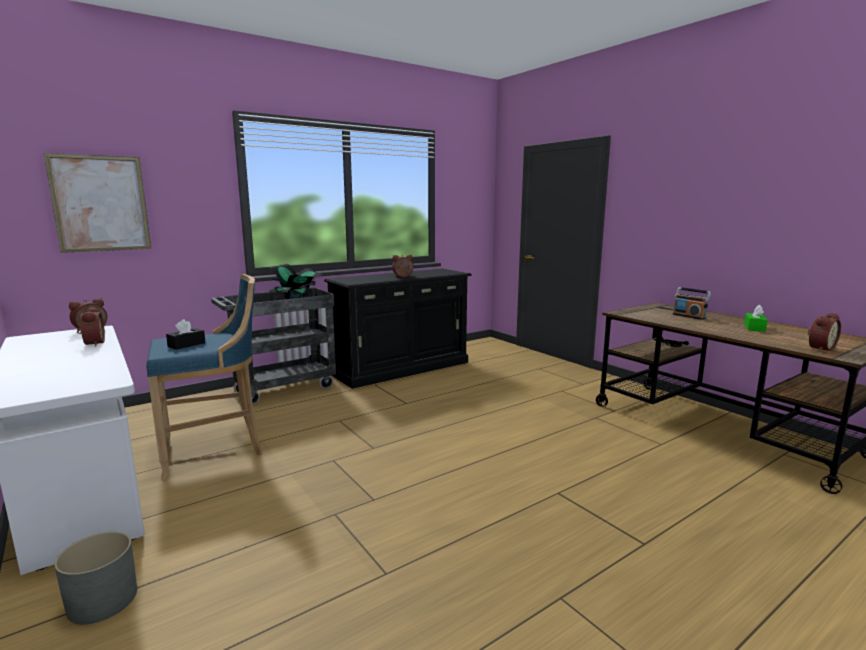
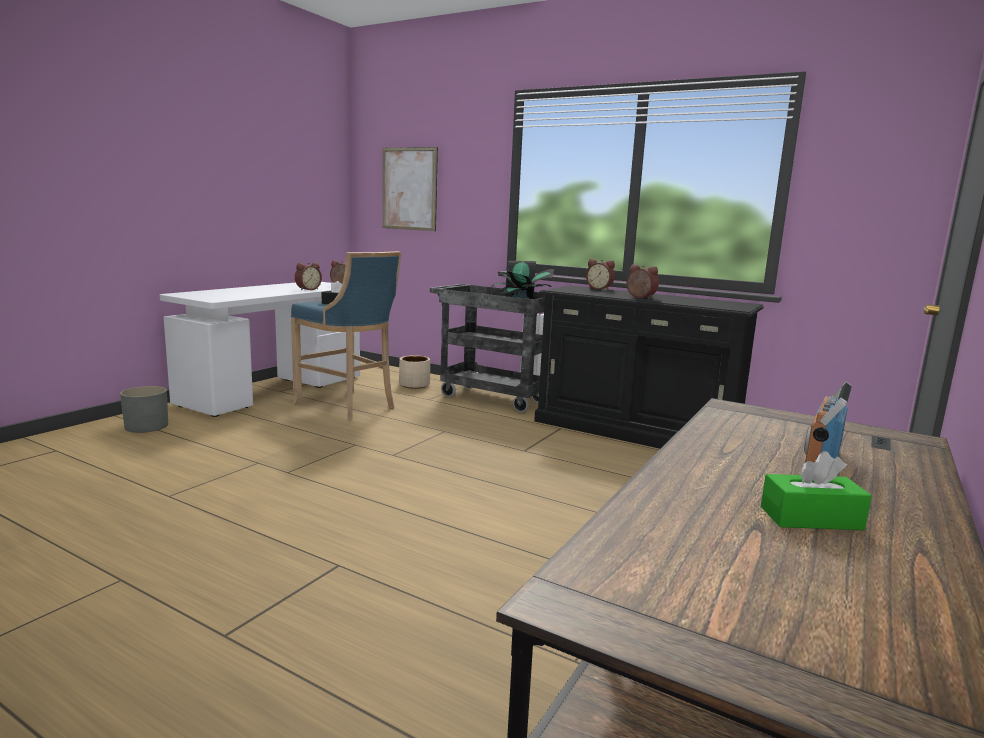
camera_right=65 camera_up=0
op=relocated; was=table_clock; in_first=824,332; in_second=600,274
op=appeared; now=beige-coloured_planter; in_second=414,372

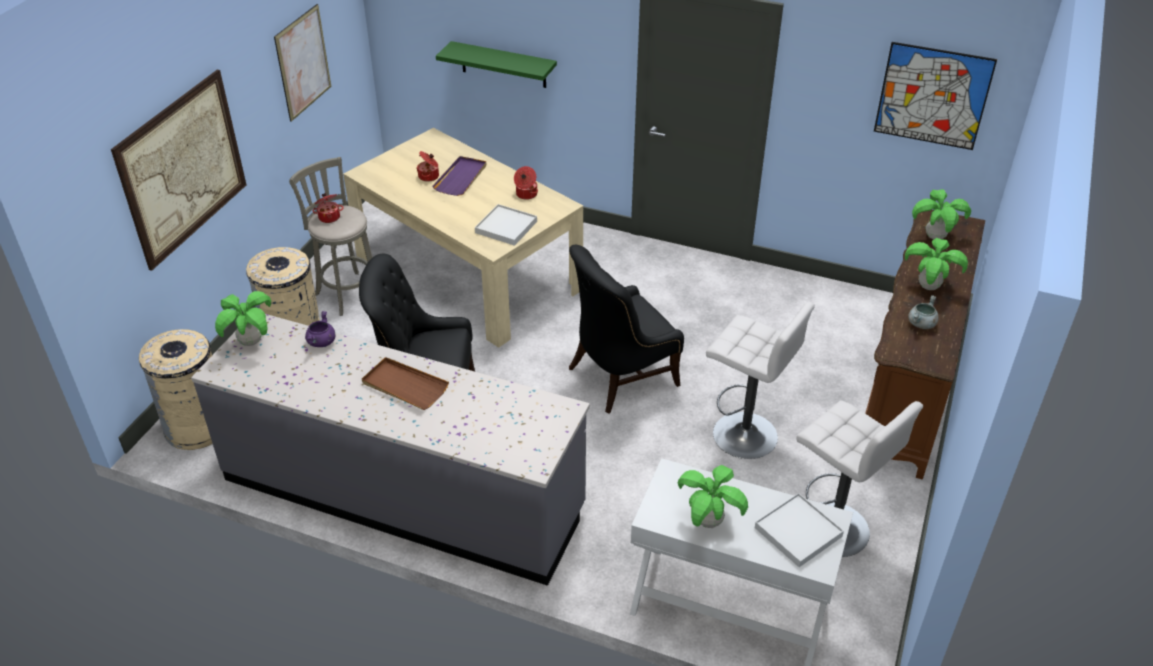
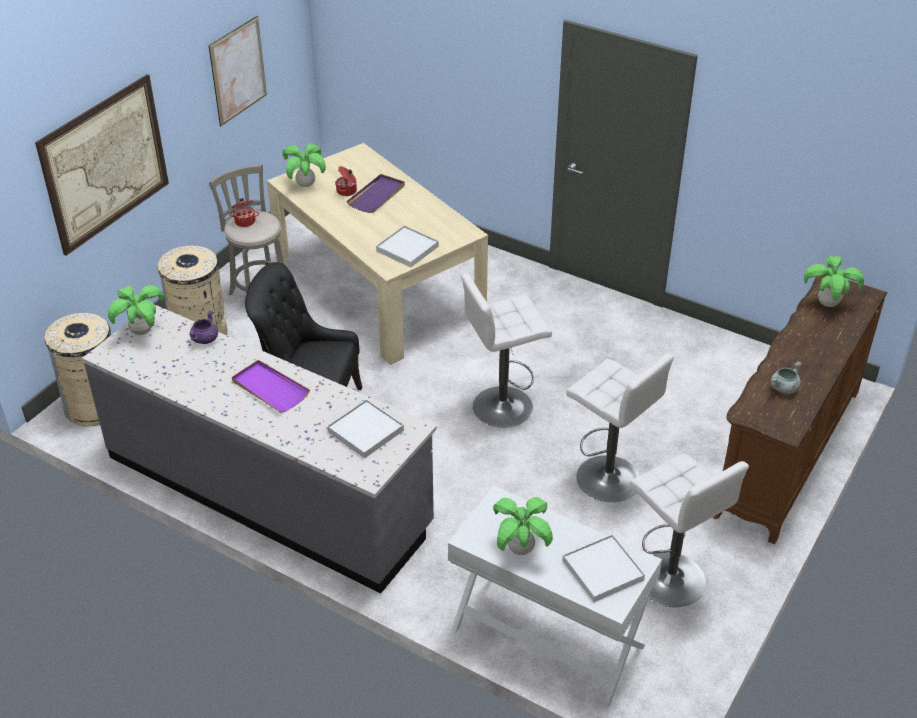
camera_right=10 camera_up=0
op=missing; was=green-coloured_bracket_shelf; in_first=496,64
op=missing; was=picture; in_first=935,96
op=missing; was=cooking_pot; in_first=526,183
op=relocated; was=potted_plant; in_first=936,264; in_second=304,165
op=exchanged; was=black_upright_chair; now=white_stool; in_first=626,329; in_second=506,350
op=colour; was=brown_serving_tray; now=purplish_serving_tray; in_first=405,383; in_second=271,386
op=appeared; now=white_serving_tray; in_second=365,428

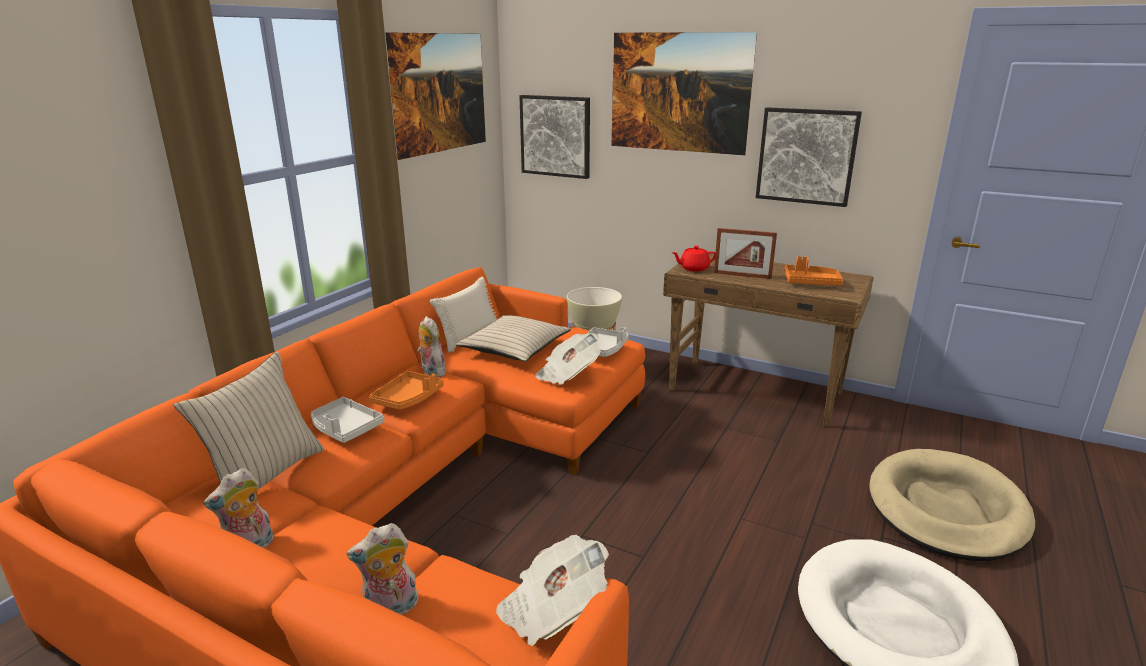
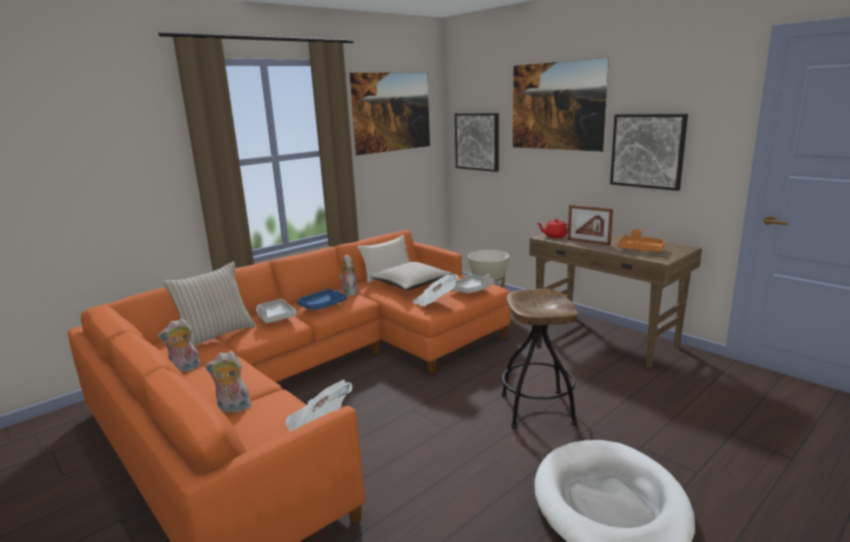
camera_right=20 camera_up=-5
op=colour; was=orangey_serving_tray; now=blue-coloured_serving_tray; in_first=406,390; in_second=322,299
op=missing; was=beige-coloured_pet_bed; in_first=952,505
op=appeared; now=brown_stool; in_second=540,359

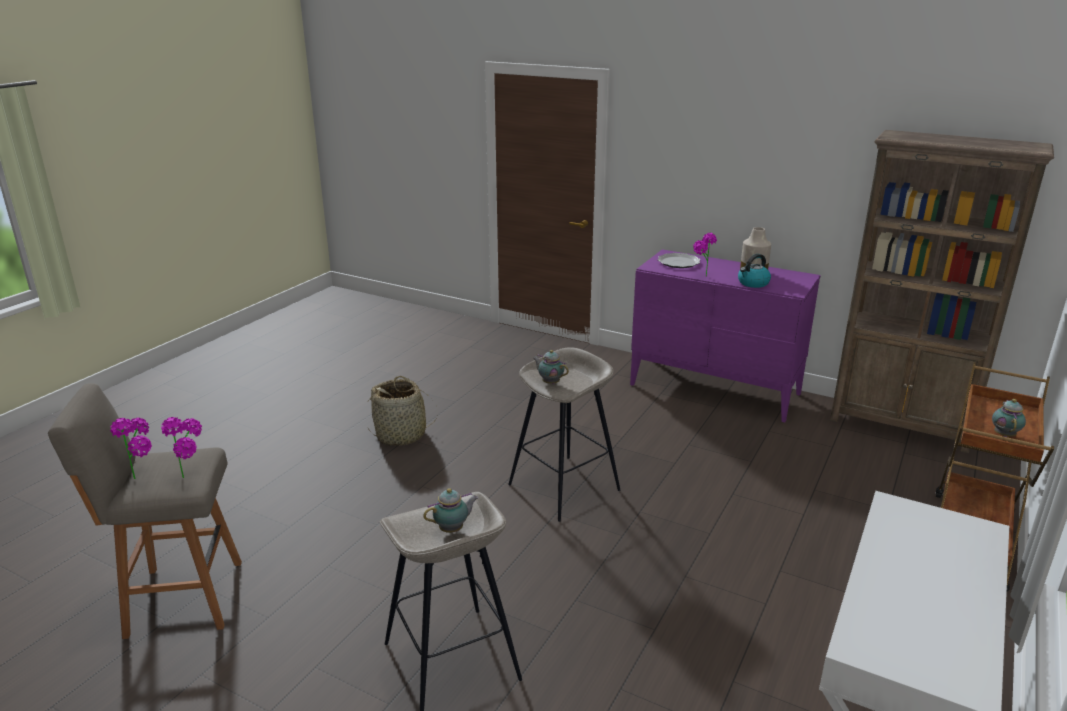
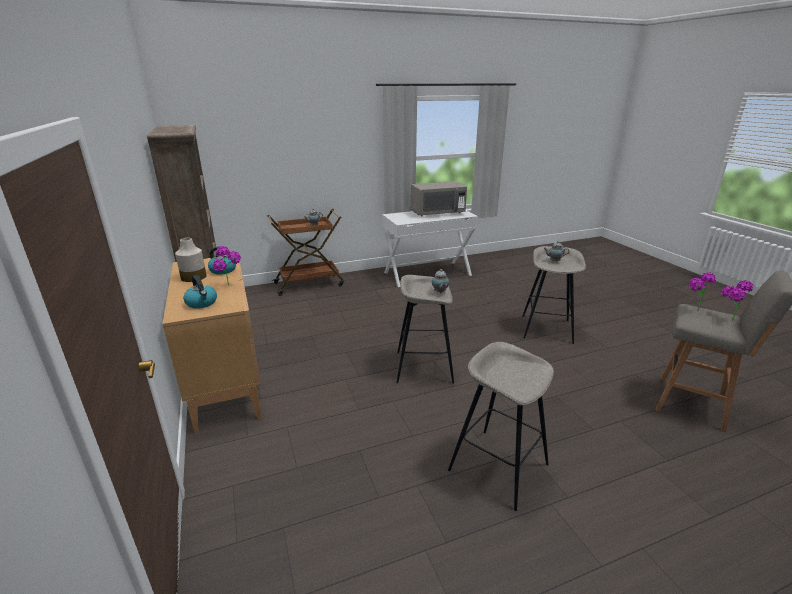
camera_right=-140 camera_up=0
op=colour; was=purplish_storage_cabinet; now=brown_storage_cabinet; in_first=725,335; in_second=212,346
op=exchanged; was=dinner_plate; now=tea_kettle; in_first=679,260; in_second=200,292
op=exchanged; was=basket; now=gray_stool; in_first=403,411; in_second=501,426
op=appeared; now=gray_microwave; in_second=439,198

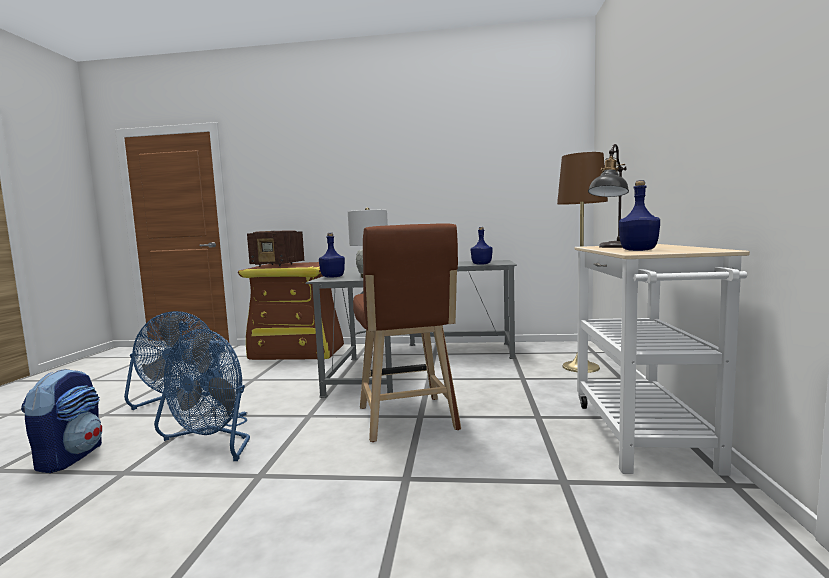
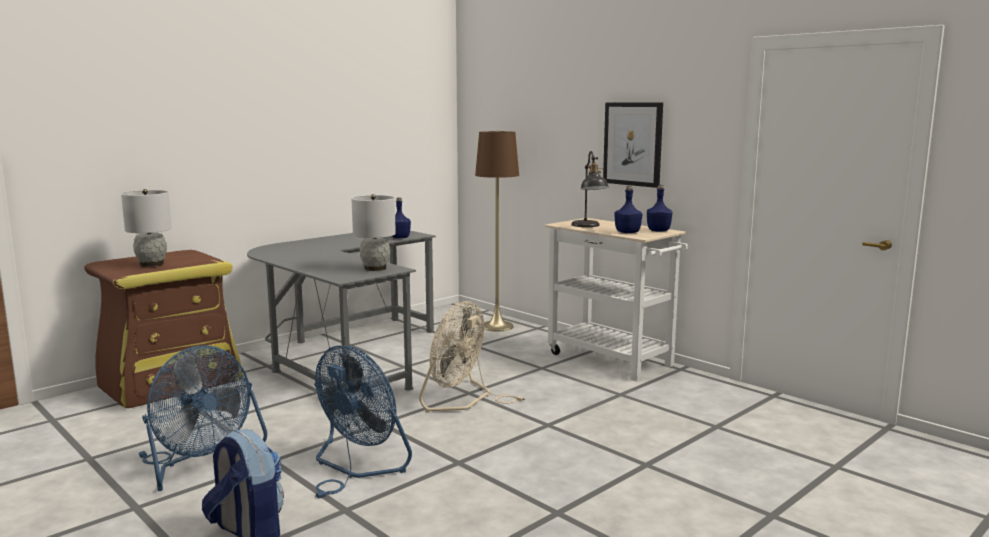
camera_right=-50 camera_up=5
op=exchanged; was=brown_stool; now=beige-coloured_cooling_fan; in_first=407,332; in_second=471,357
op=exchanged; was=radio; now=white_lamp_for_a_table; in_first=275,248; in_second=146,228
op=relocated; was=blue-coloured_drink_bottle; in_first=332,255; in_second=659,208
op=spun; was=blue-coloured_cooling_fan; in_first=202,395; in_second=363,422; clockwise=-120
op=appeared; now=picture; in_second=633,145

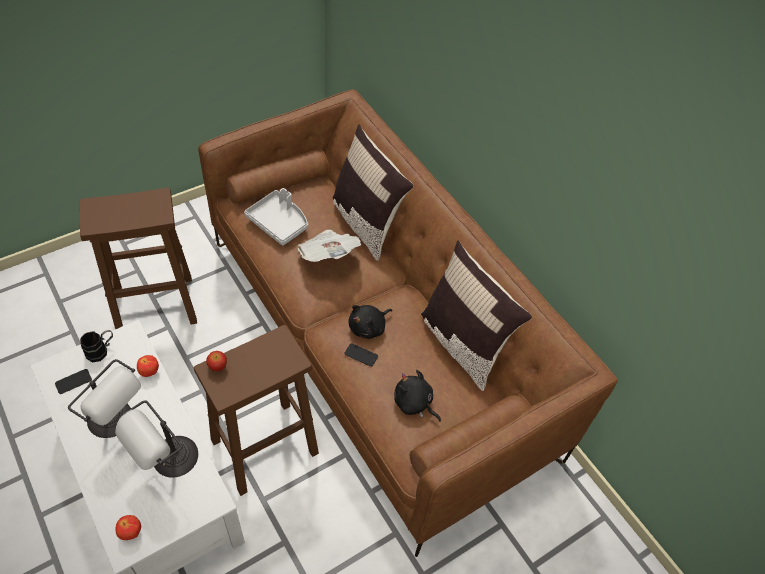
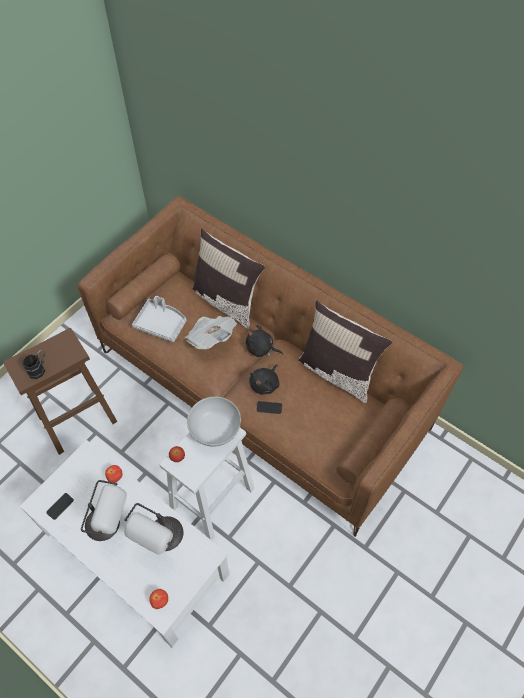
camera_right=-15 camera_up=5
op=colour; was=brown_stool; now=white_stool; in_first=256,410; in_second=207,484
op=relocated; was=black_coffee_mug; in_first=96,346; in_second=33,364
op=relocated; was=black_soft_toy; in_first=417,396; in_second=264,341
op=appeared; now=white_deep_dish; in_second=214,422

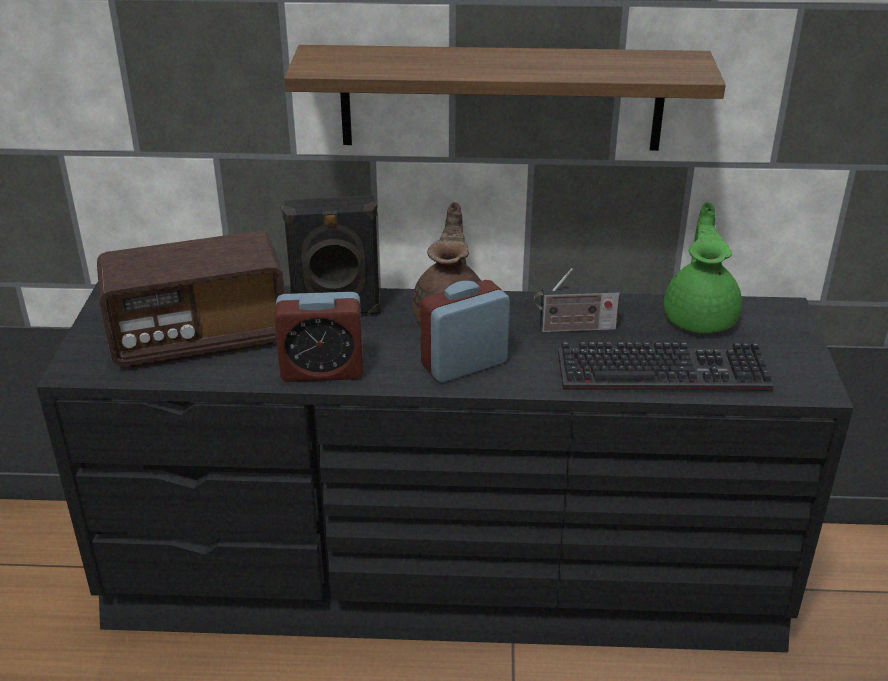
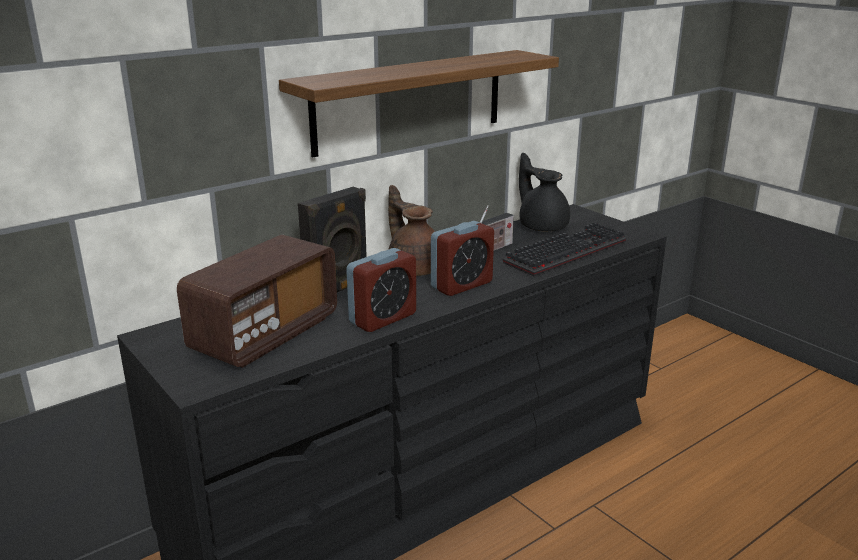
camera_right=-40 camera_up=-10
op=colour; was=green-coloured_pot_for_tea; now=black_pot_for_tea; in_first=703,267; in_second=544,192
op=spun; was=table_clock; in_first=465,331; in_second=462,258; clockwise=-150

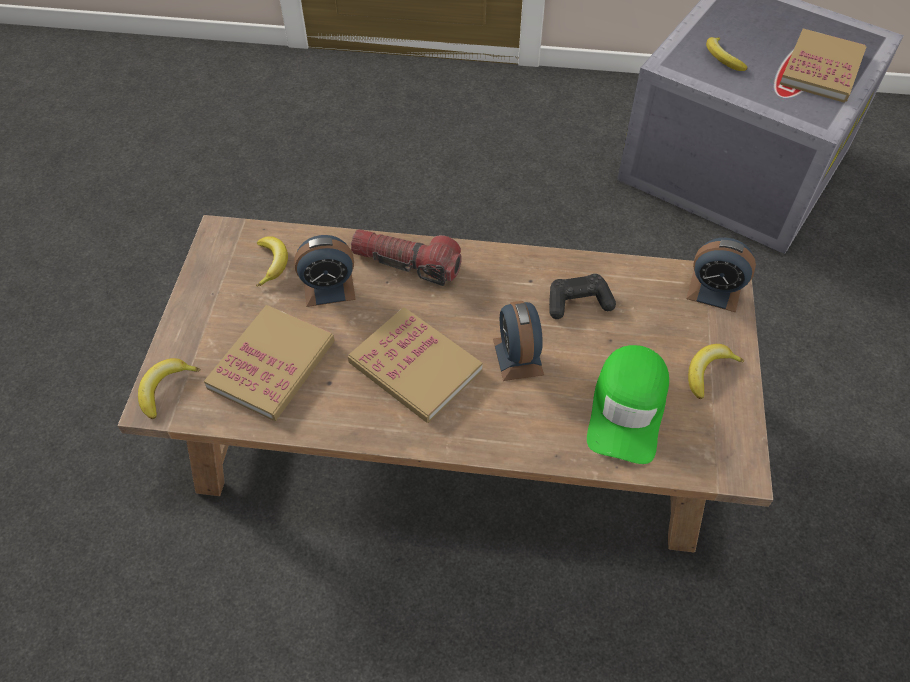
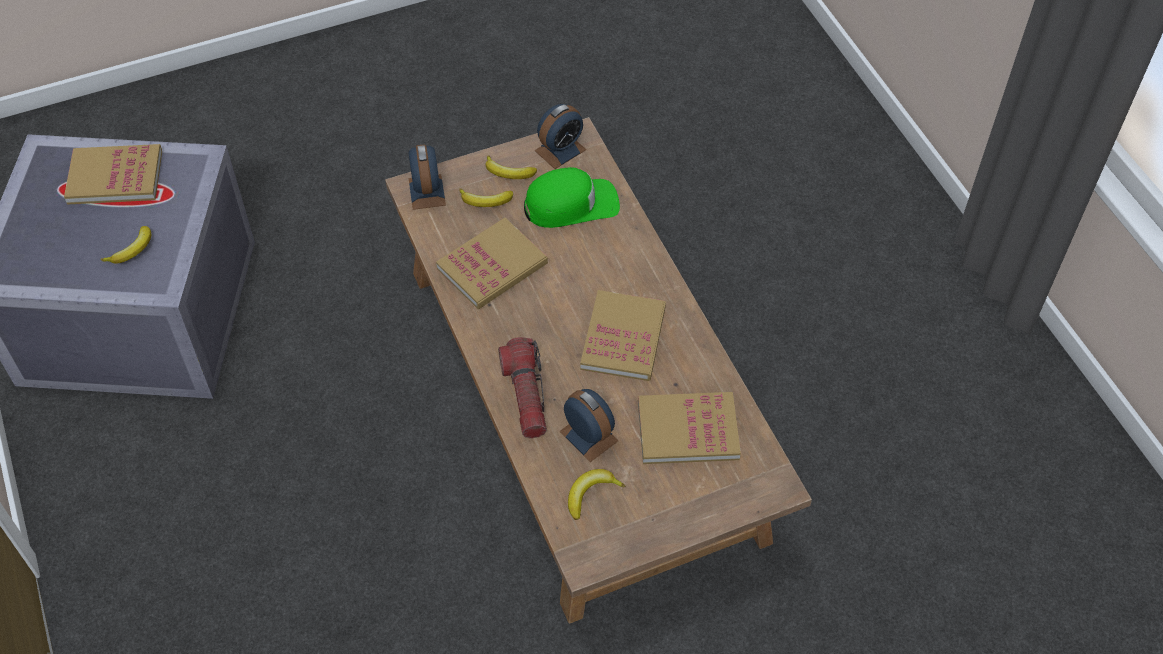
camera_right=-120 camera_up=0
op=exchanged; was=black_joypad; now=volume; in_first=582,296; in_second=492,263
op=relocated; was=table_clock; in_first=518,341; in_second=560,136
op=relocated; was=banana; in_first=169,388; in_second=486,198

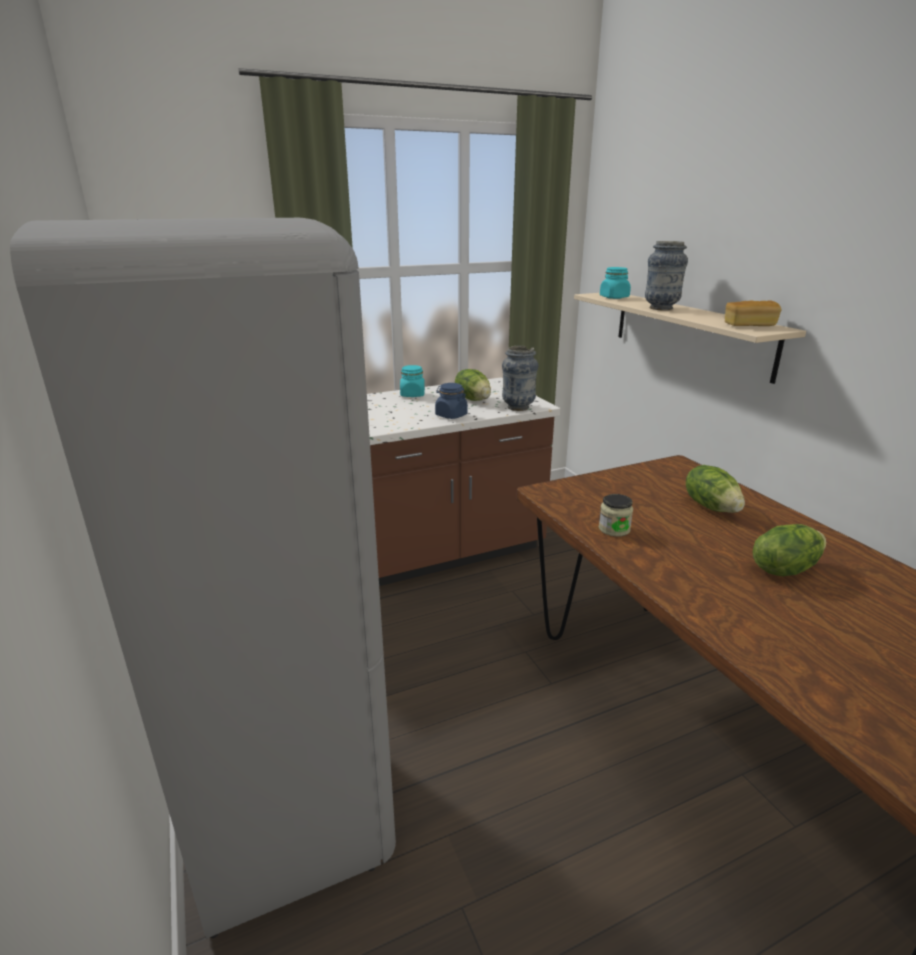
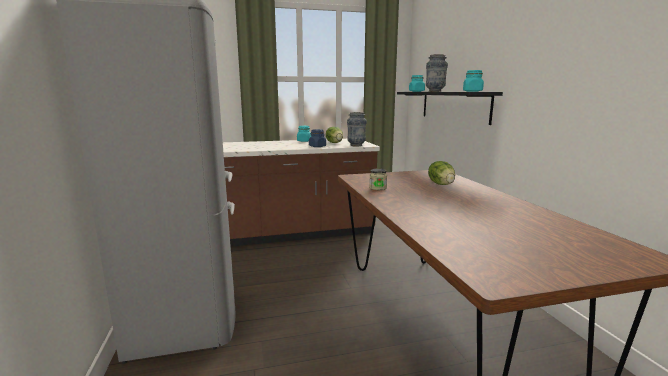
camera_right=10 camera_up=-10
op=colour; was=beige-coloured_bracket_shelf; now=black_bracket_shelf; in_first=690,338; in_second=450,108
op=exchanged; was=bread; now=turquoise-coloured_storage_jar; in_first=753,313; in_second=473,81
op=missing; was=head_of_lettuce; in_first=789,550

